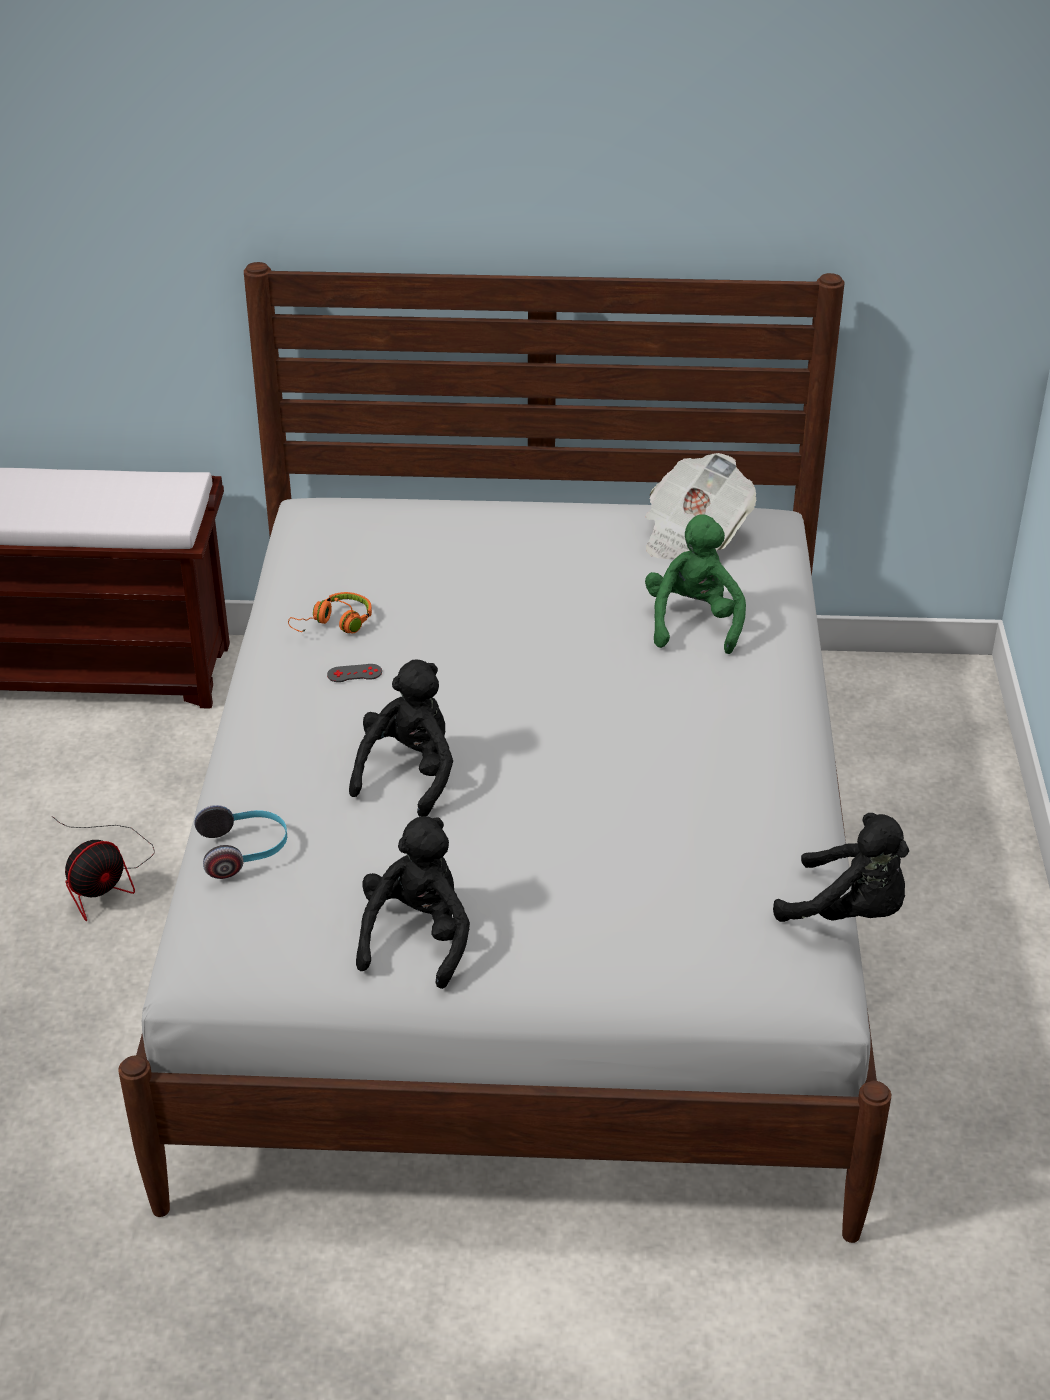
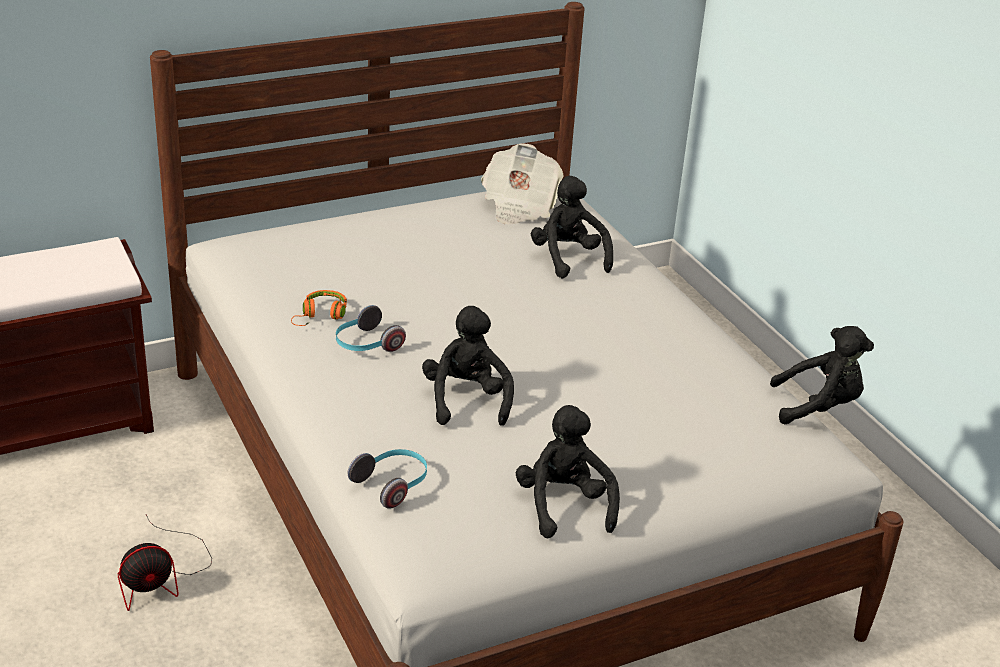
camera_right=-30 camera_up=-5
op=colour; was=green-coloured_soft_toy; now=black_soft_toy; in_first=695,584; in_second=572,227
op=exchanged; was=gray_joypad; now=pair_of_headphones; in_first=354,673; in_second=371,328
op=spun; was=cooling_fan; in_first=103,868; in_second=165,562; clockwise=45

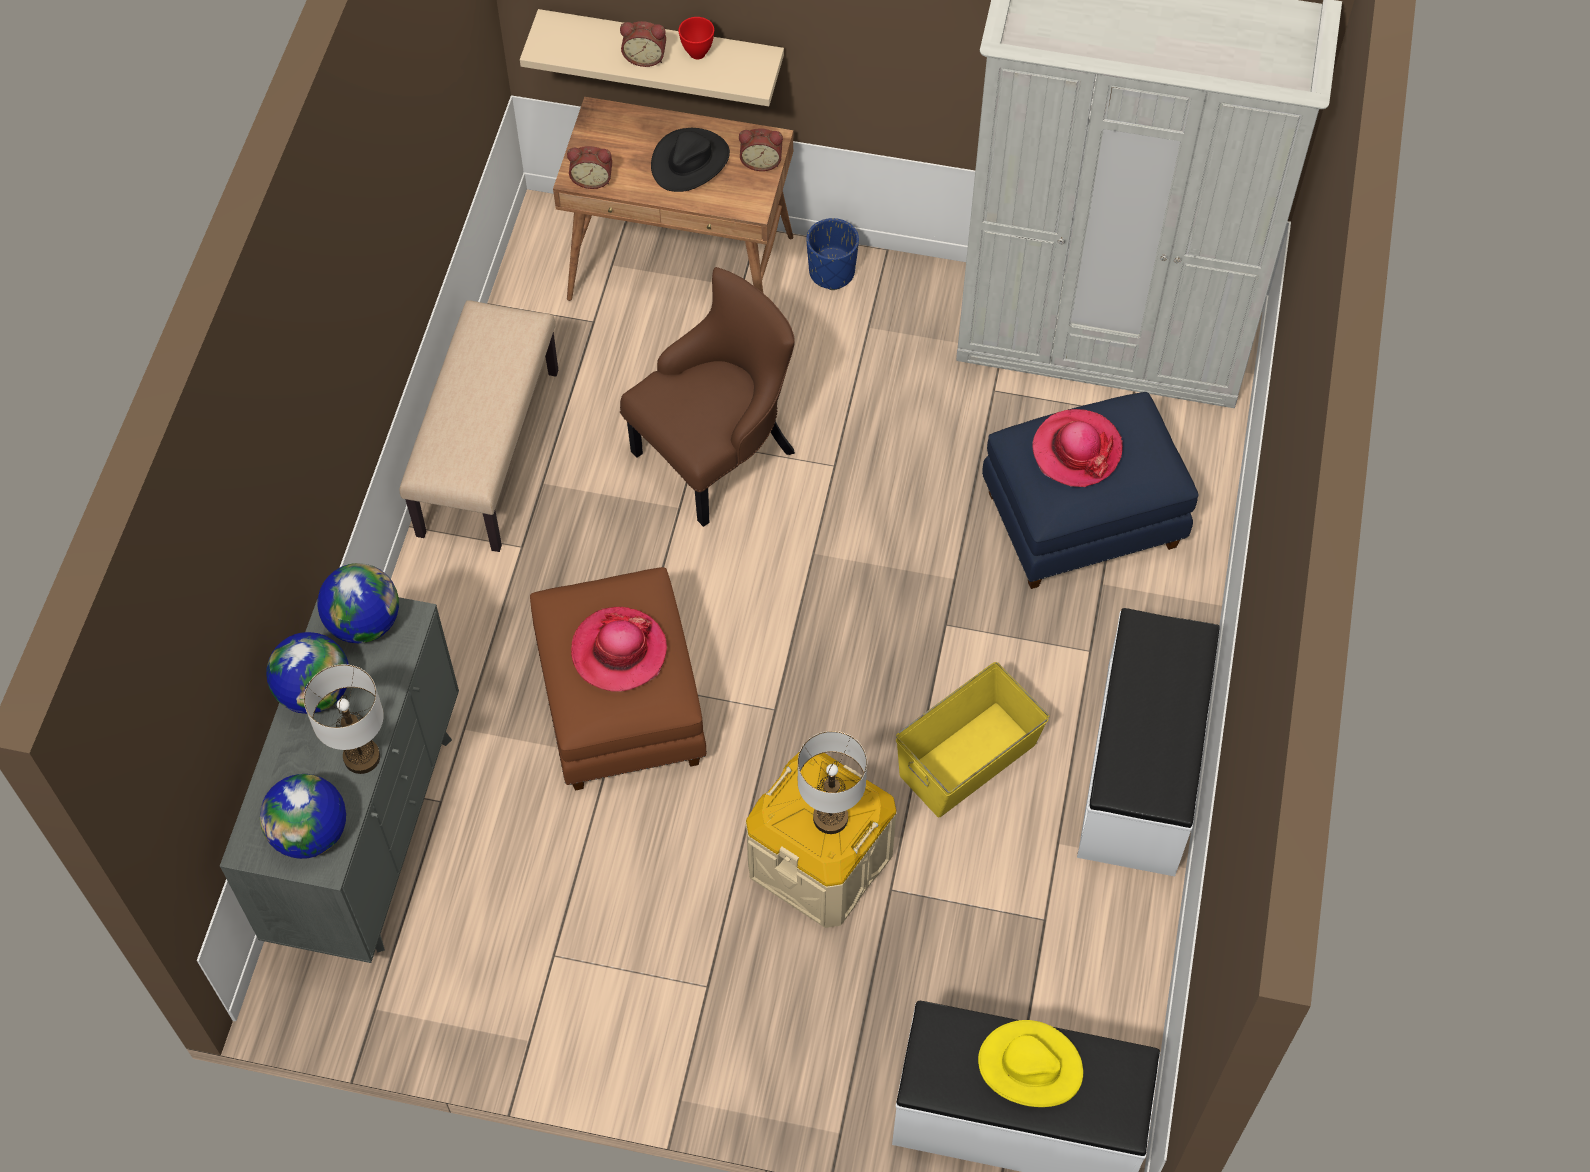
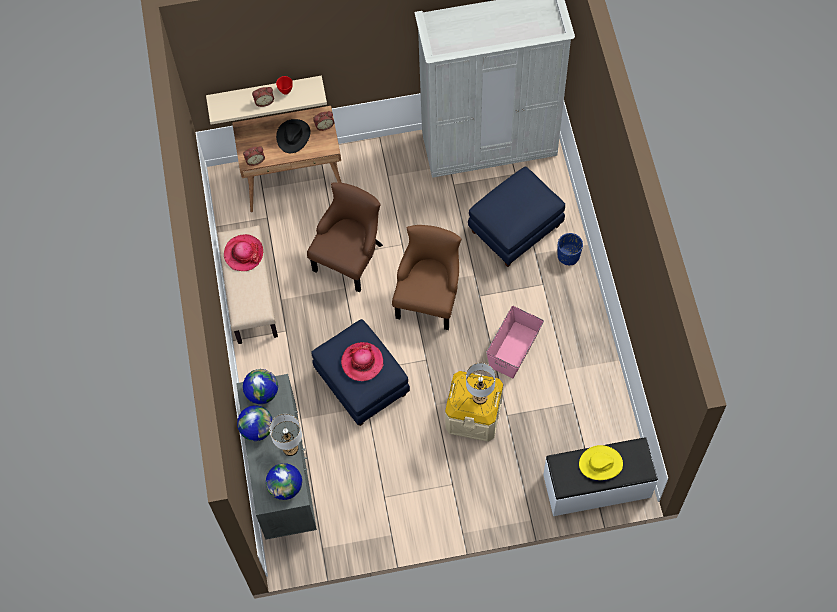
camera_right=-20 camera_up=5
op=relocated; was=blue-coloured_planter; in_first=832,254; in_second=570,249
op=relocated; was=clothing_hat; in_first=1078,448; in_second=243,252
op=colour; was=brown_ottoman; now=blue-coloured_ottoman; in_first=618,679; in_second=360,372
op=missing; was=white_bench; in_first=1148,742
op=colour; was=yellow_storage_box; now=pink-coloured_storage_box; in_first=972,739; in_second=515,342
op=appeared; now=brown_upright_chair; in_second=427,277

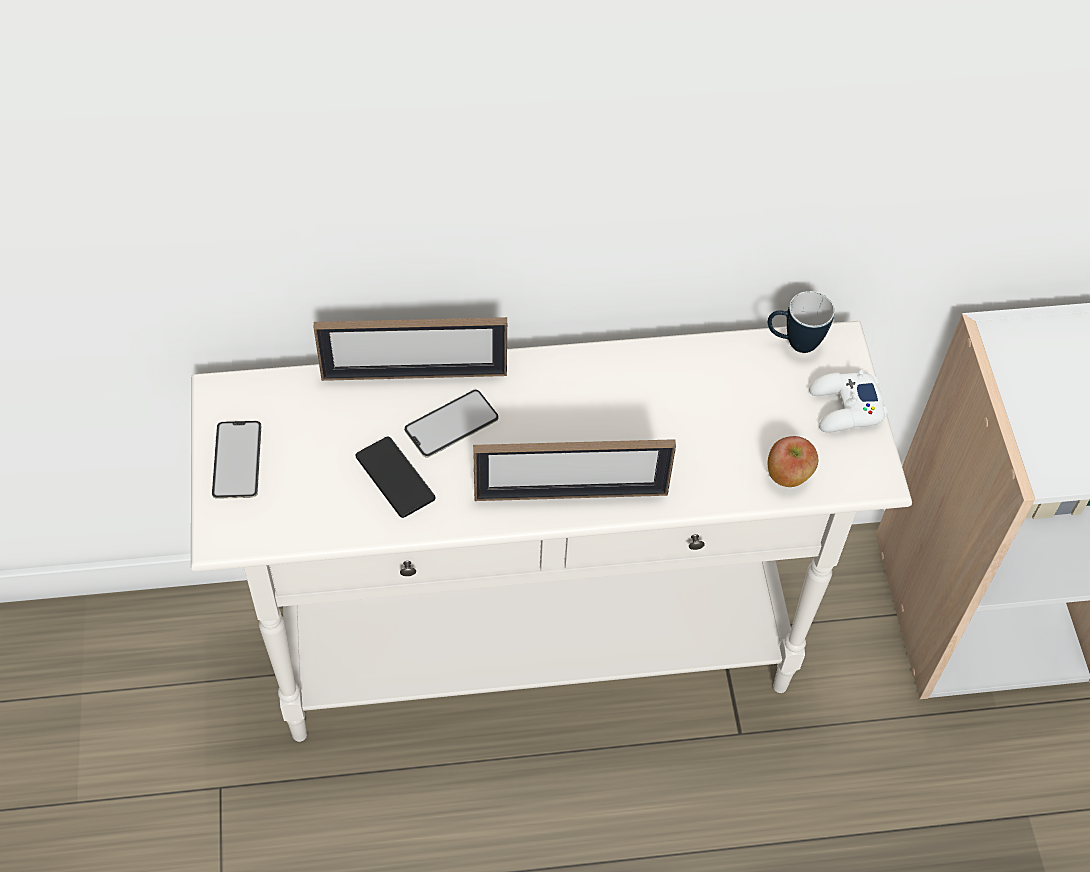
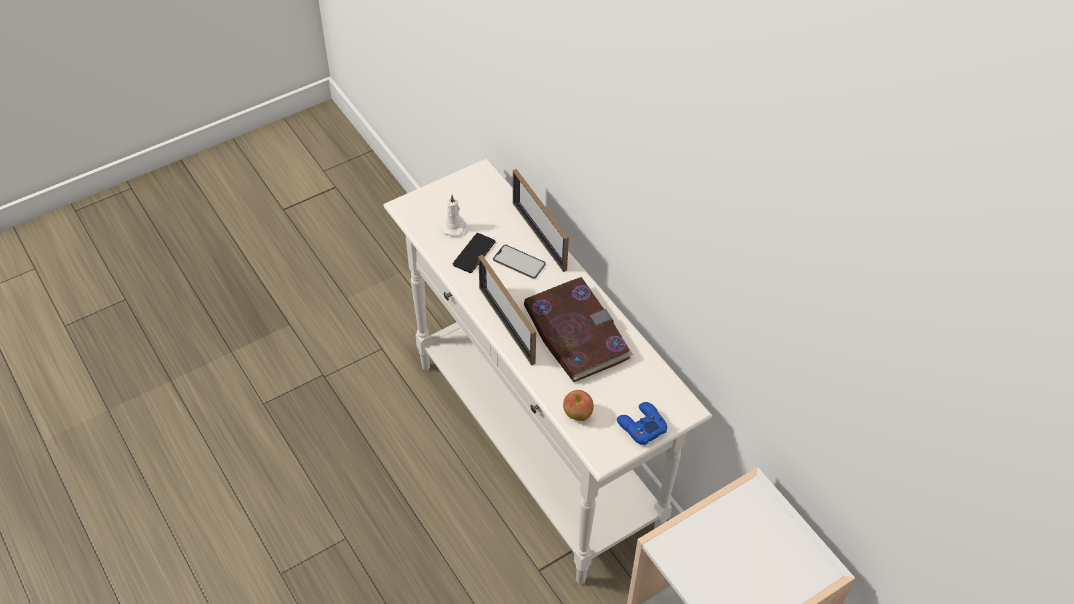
camera_right=65 camera_up=-5
op=missing; was=coffee_mug; in_first=801,322
op=colour; was=white_joypad; now=blue-coloured_joypad; in_first=848,401; in_second=642,423
op=missing; was=phone; in_first=236,460
op=appeared; now=white_wax_candle; in_second=453,216
op=appeared; now=volume; in_second=578,329

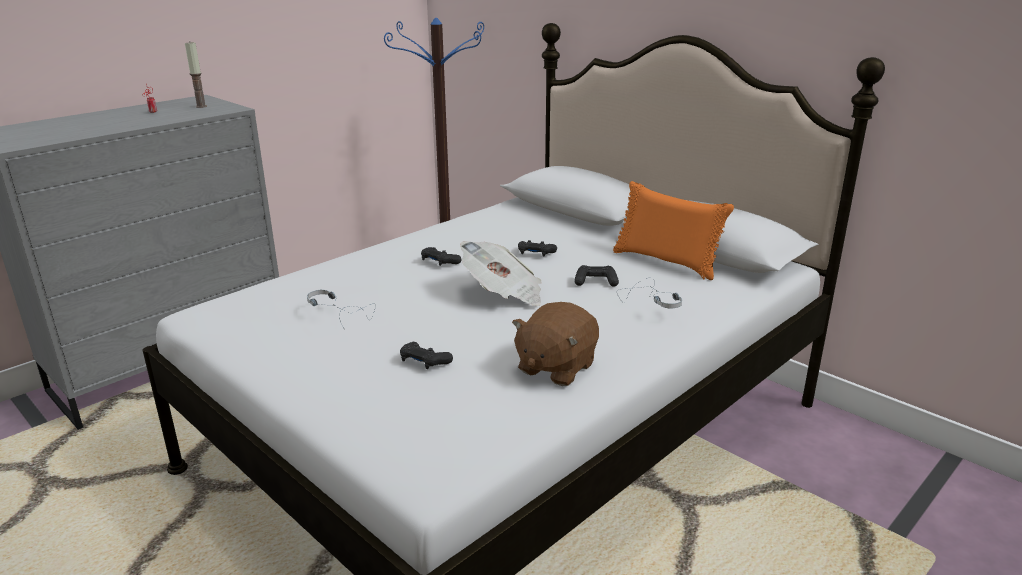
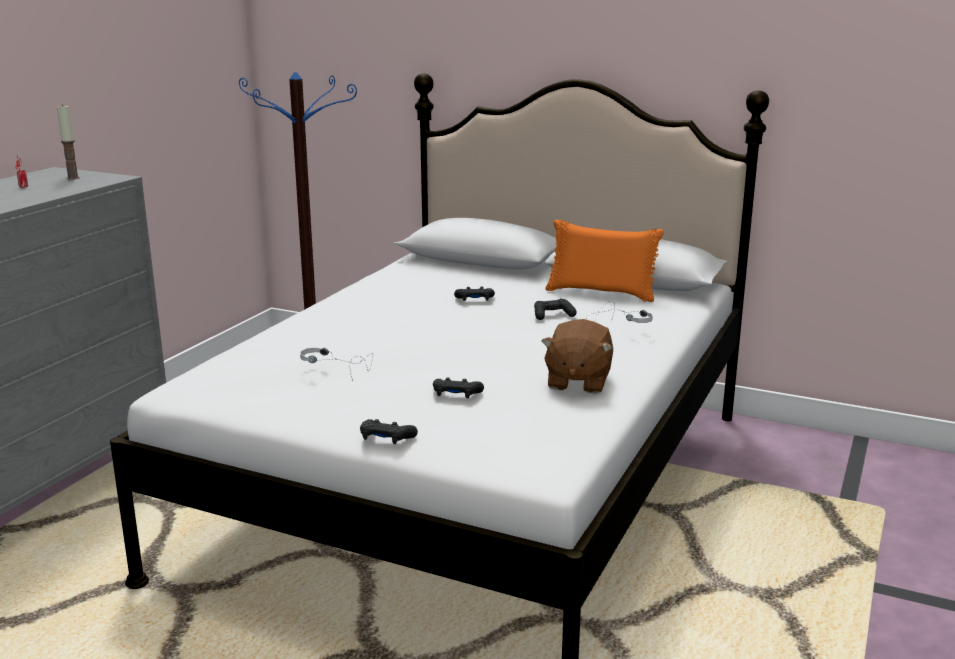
camera_right=-20 camera_up=-5
op=missing; was=daily_paper; in_first=501,273
op=relocated; was=black_joypad; in_first=441,256; in_second=389,431

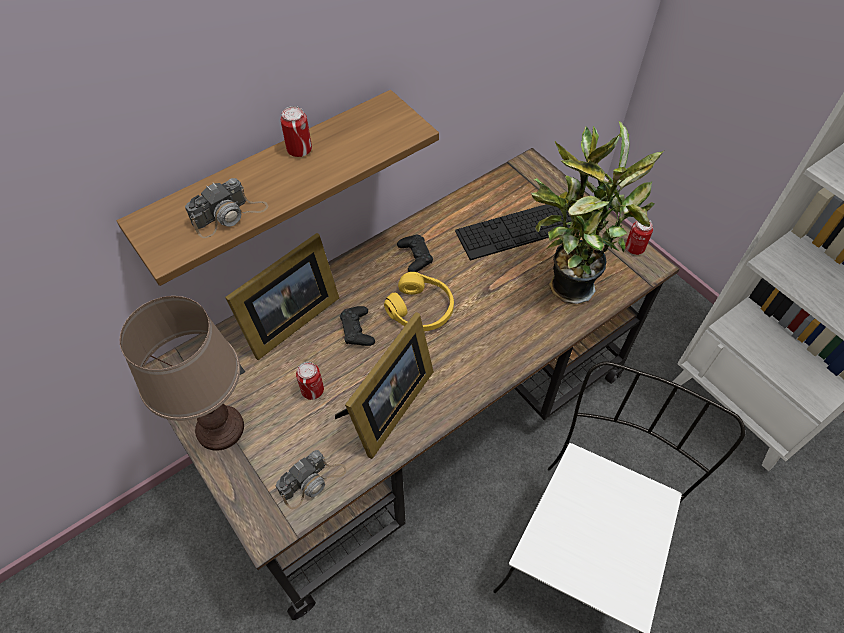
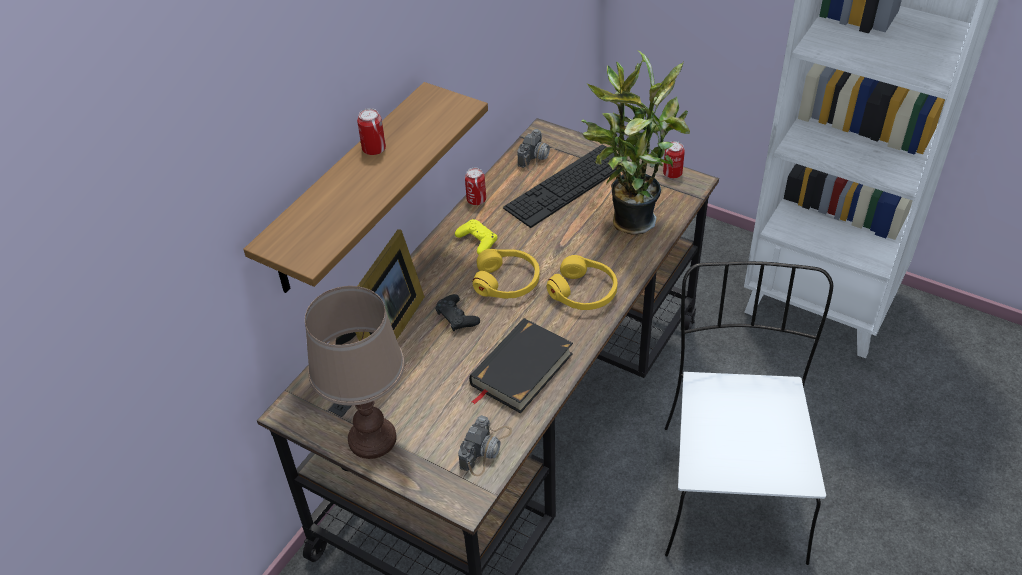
camera_right=-20 camera_up=-10
op=relocated; was=photo_camera; in_first=226,208; in_second=538,150
op=colour; was=black_joypad; now=yellow_joypad; in_first=415,253; in_second=476,237
op=exchanged; was=standing_frame; now=black_volume; in_first=384,385; in_second=521,365
op=relocated; was=can; in_first=310,381; in_second=475,186
op=appeared; now=yellow_pair_of_headphones; in_second=582,282

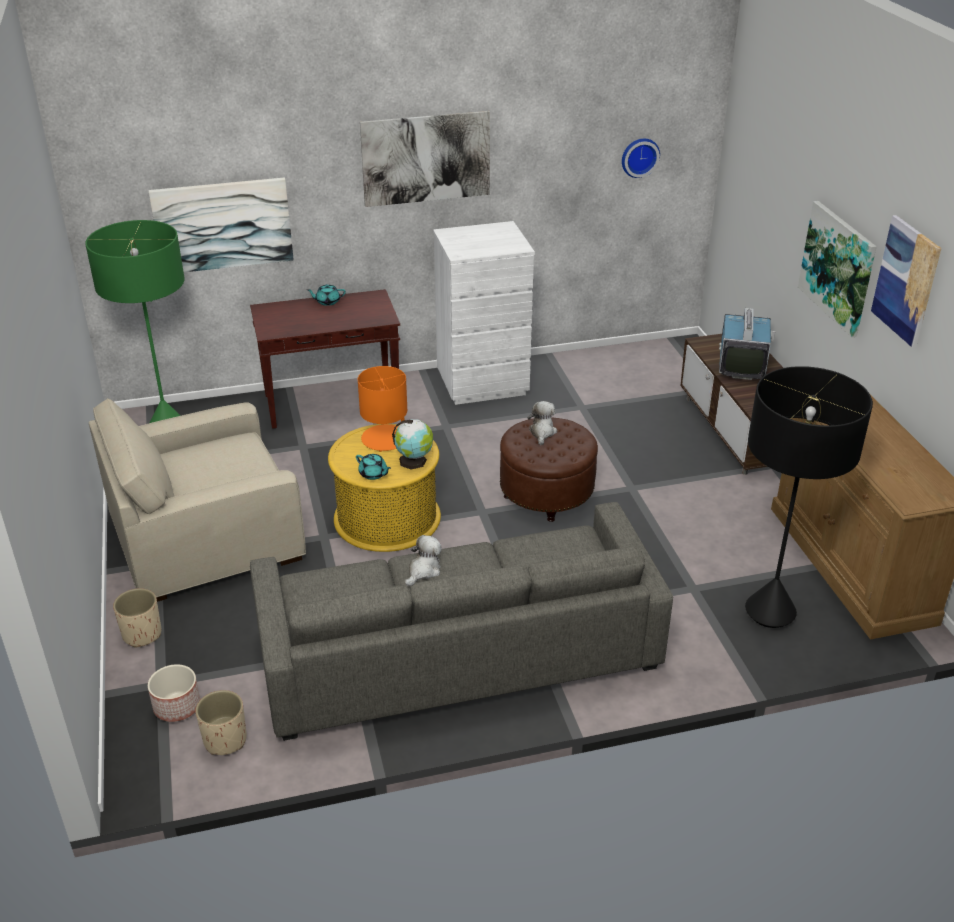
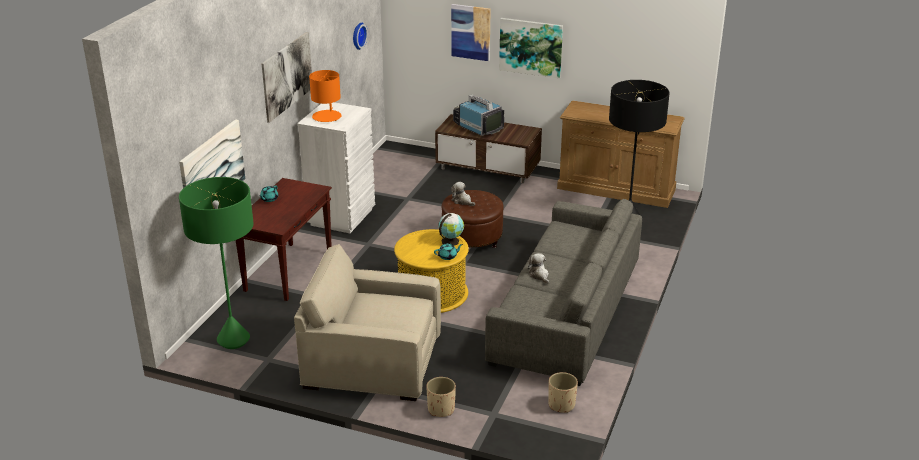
camera_right=-55 camera_up=-5
op=relocated; was=picture; in_first=906,281; in_second=471,32
op=relocated; was=orangey_lamp_for_a_table; in_first=382,409; in_second=325,96
op=spun; was=beige-coloured_armchair; in_first=197,500; in_second=367,322; clockwise=90
op=missing; was=planter; in_first=174,693

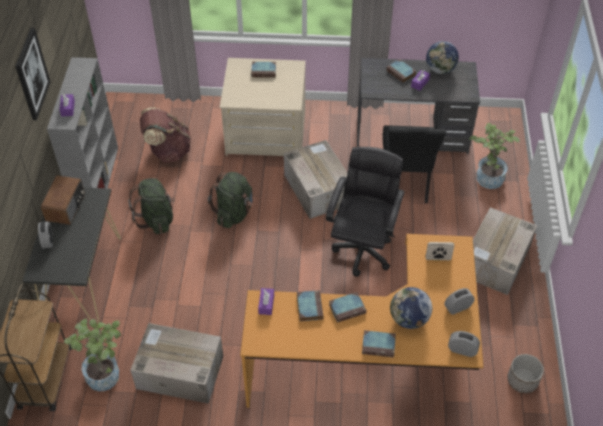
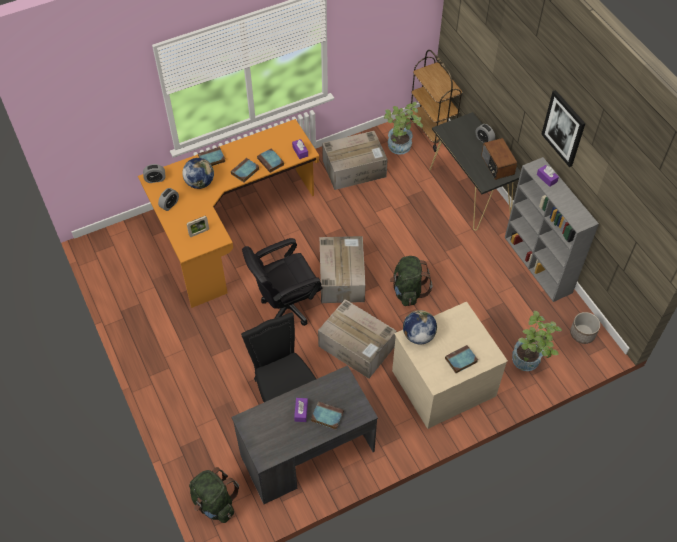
camera_right=150 camera_up=5
op=relocated; was=globe; in_first=442,57; in_second=420,327
op=missing; was=brown_rucksack; in_first=165,135
op=relocated; was=potted_plant; in_first=494,156; in_second=537,341
op=spun; was=black_office_chair; in_first=365,212; in_second=282,282; clockwise=75
op=relocated; was=green-coloured_rucksack; in_first=151,206; in_second=214,495
op=relocated; was=carton; in_first=505,251; in_second=342,269
op=relocated; was=planter; in_first=525,373; in_second=585,328

